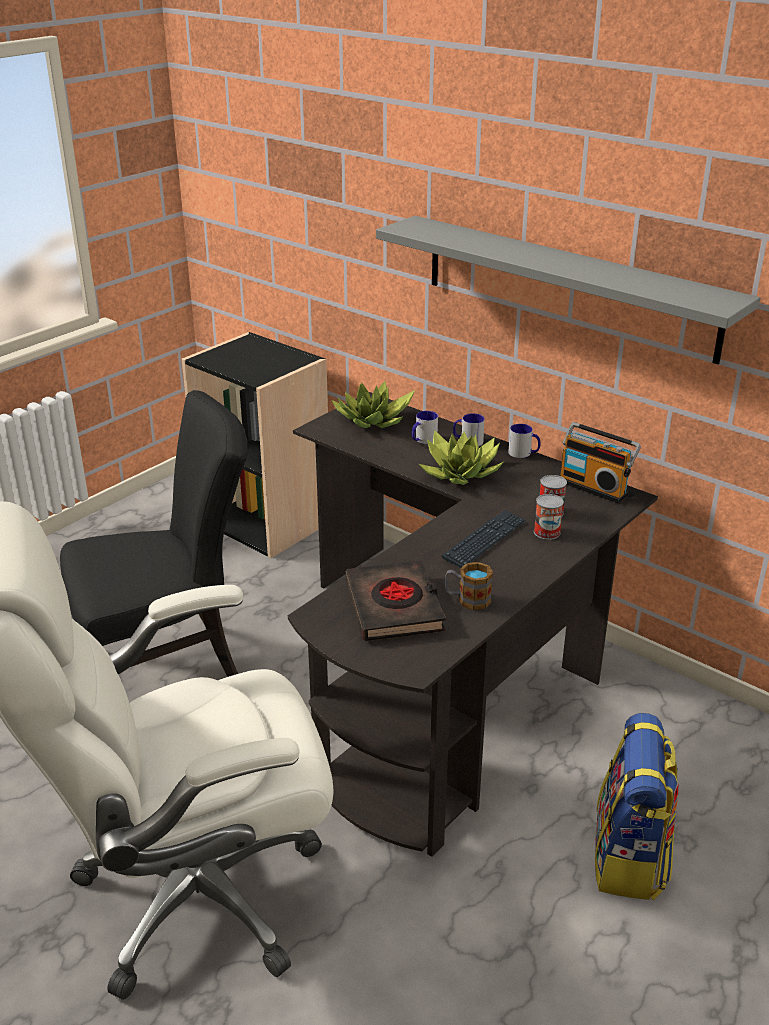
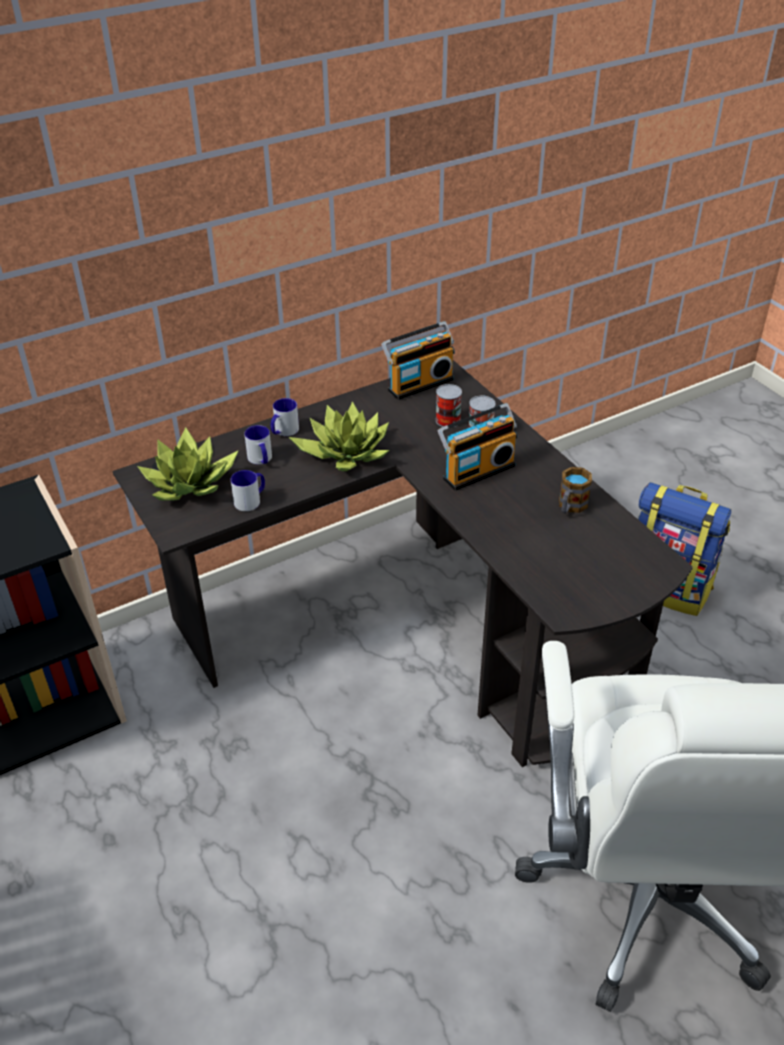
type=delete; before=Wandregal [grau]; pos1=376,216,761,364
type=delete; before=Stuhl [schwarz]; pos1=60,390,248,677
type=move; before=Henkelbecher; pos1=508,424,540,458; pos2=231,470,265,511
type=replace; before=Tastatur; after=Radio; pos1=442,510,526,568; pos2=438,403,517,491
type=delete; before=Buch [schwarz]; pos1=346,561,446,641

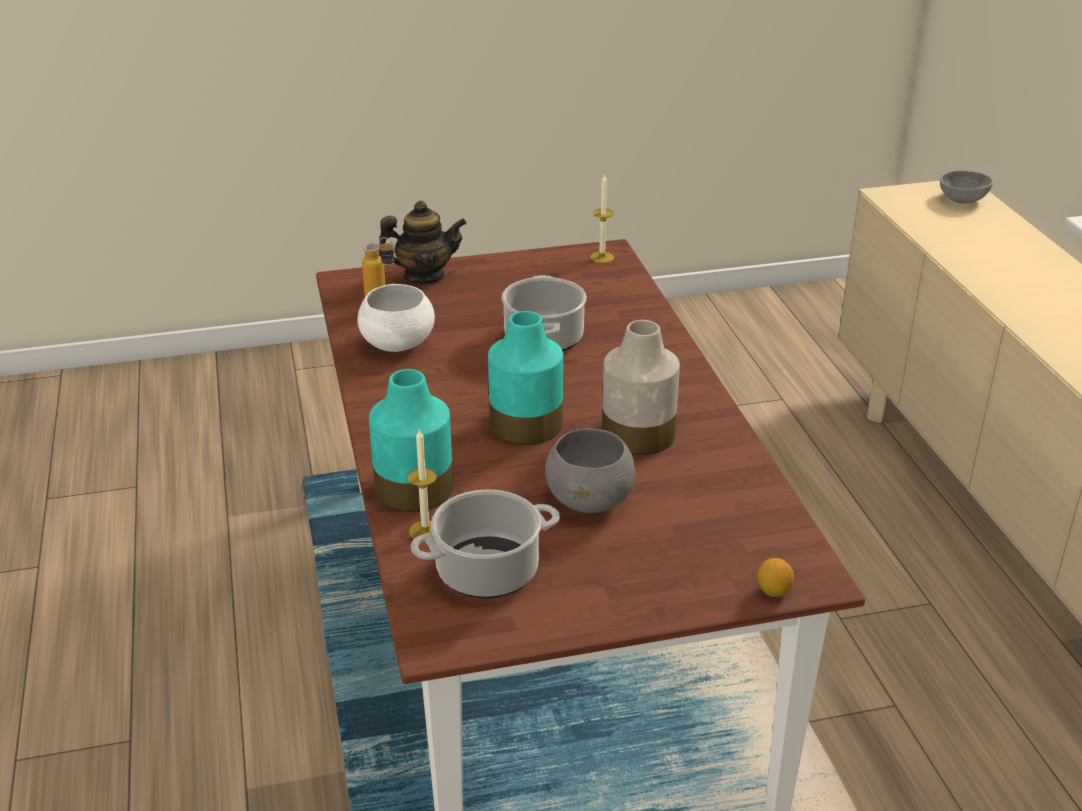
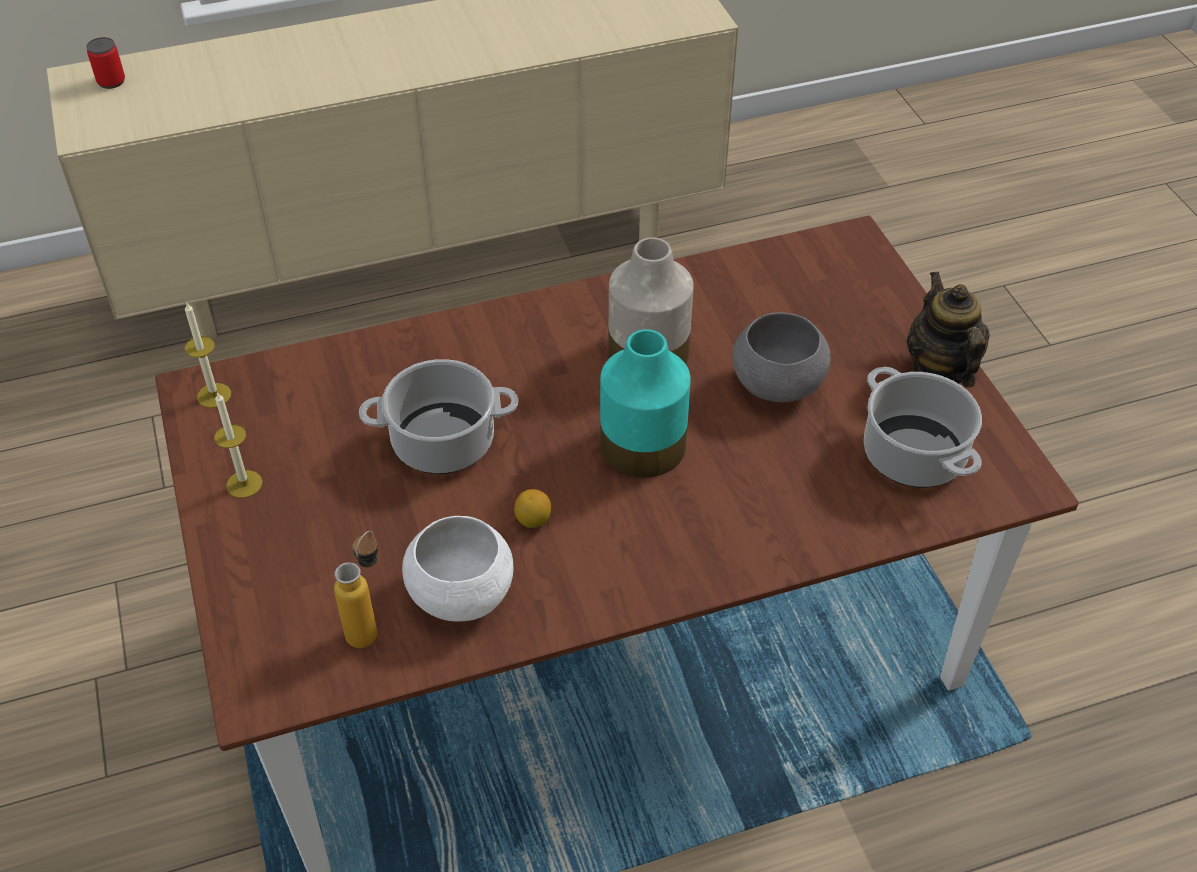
type=replace; before=Schüssel [grau]; after=Dose; pos1=940,170,993,204; pos2=86,37,125,89
type=move; before=Teekanne; pos1=378,200,467,284; pos2=907,271,990,388
type=delete; before=Vase [türkis]; pos1=369,369,453,512
type=move; before=Kerze; pos1=408,428,437,542; pos2=214,392,262,498
type=move; before=Zitrone; pos1=758,558,794,597; pos2=514,489,551,528

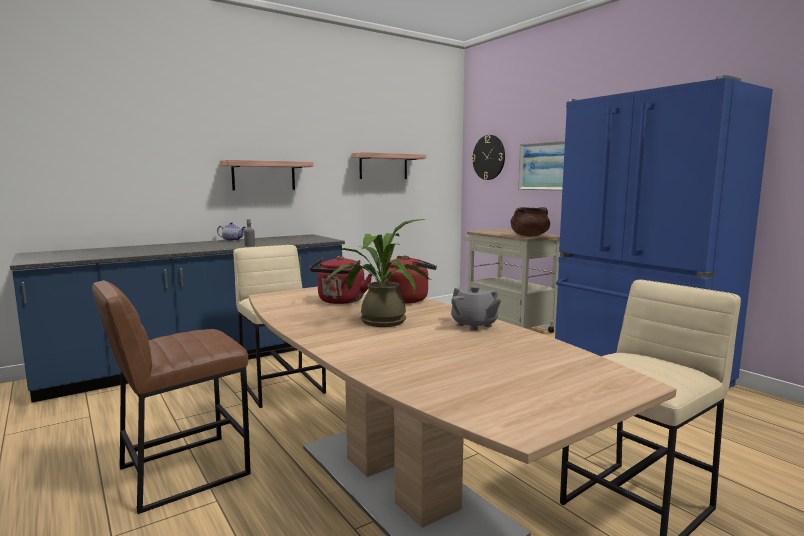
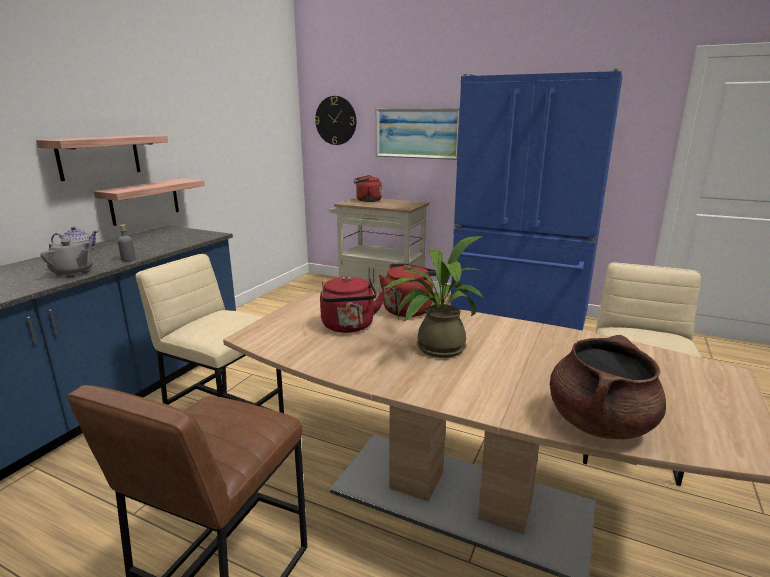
type=move; before=Wandregal; pos1=351,152,426,179; pos2=94,179,205,226
type=move; before=Kochtopf [braun]; pos1=511,207,550,237; pos2=550,335,666,439
type=move; before=Teekanne [grau]; pos1=451,286,501,331; pos2=40,240,93,278
type=insert; after=Wasserkessel [rot]; pos2=354,175,382,202

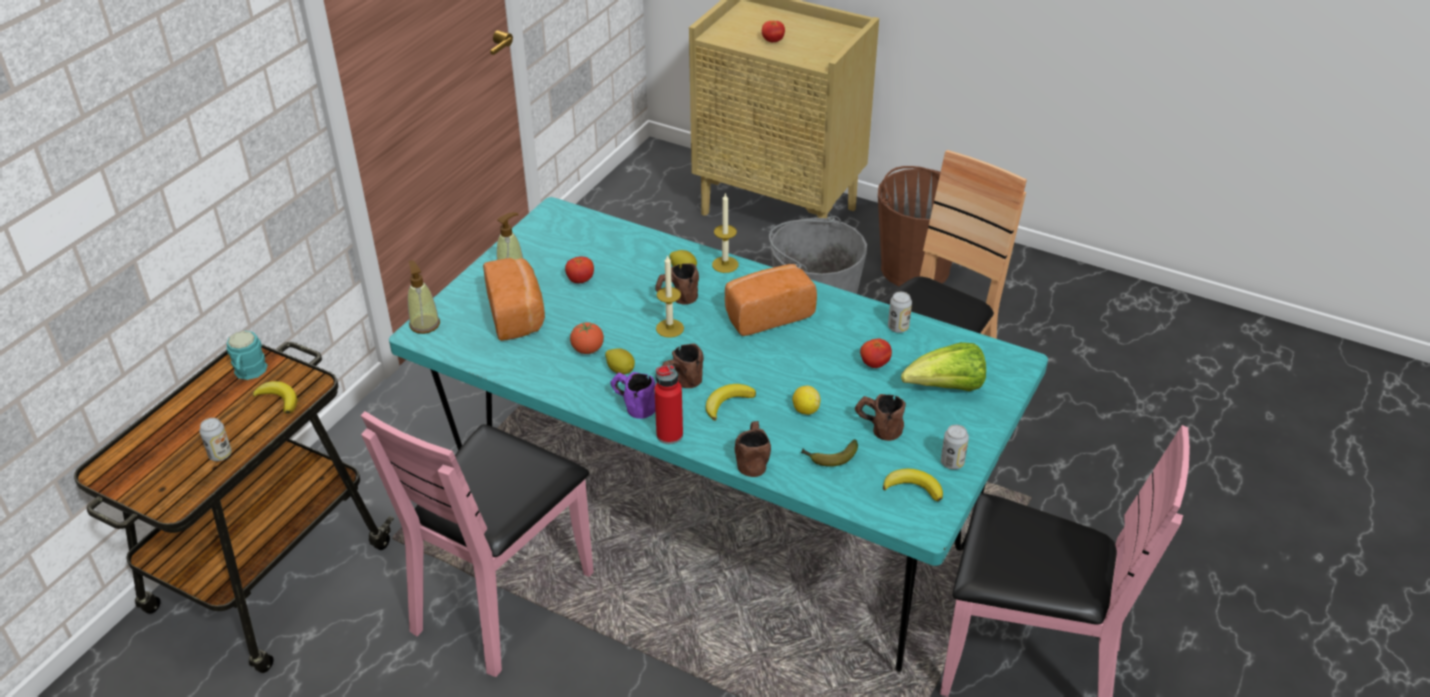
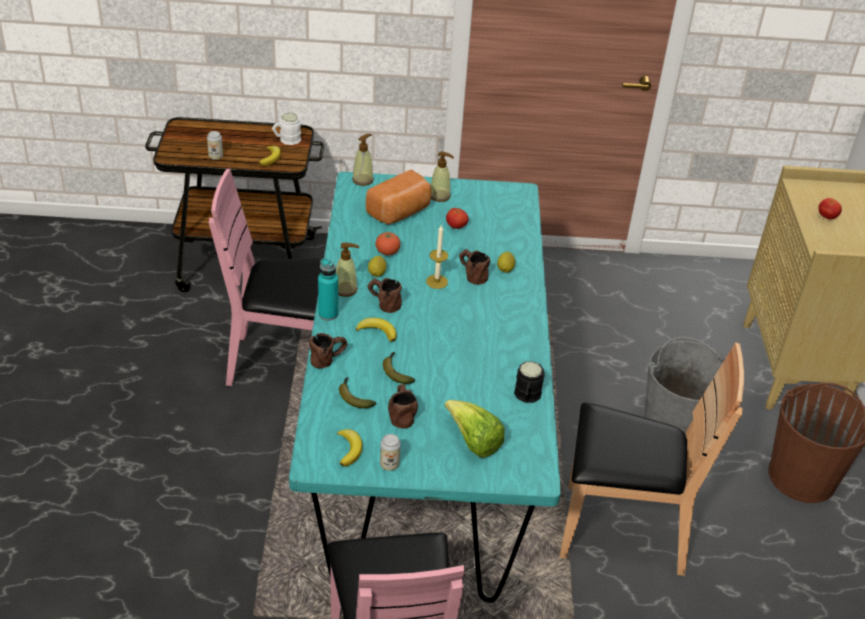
type=delete; before=Kerze; pos1=712,193,738,273
type=delete; before=Brot; pos1=725,264,817,336
type=replace; before=Dose; after=Henkelbecher [schwarz]; pos1=888,292,912,333; pos2=514,361,545,403
type=recolor; before=Henkelbecher [türkis]; after=Henkelbecher [weiß]; pos1=226,331,268,380; pos2=272,113,301,145
type=delete; before=Tomate; pos1=860,338,892,368
type=recolor; before=Flasche [rot]; after=Flasche [türkis]; pos1=654,365,683,444; pos2=318,258,338,321
type=replace; before=Henkelbecher [lila]; after=Seifenspender; pos1=610,372,655,419; pos2=336,243,359,297
type=replace; before=Zitrone; after=Banane; pos1=792,386,820,415; pos2=383,352,415,384

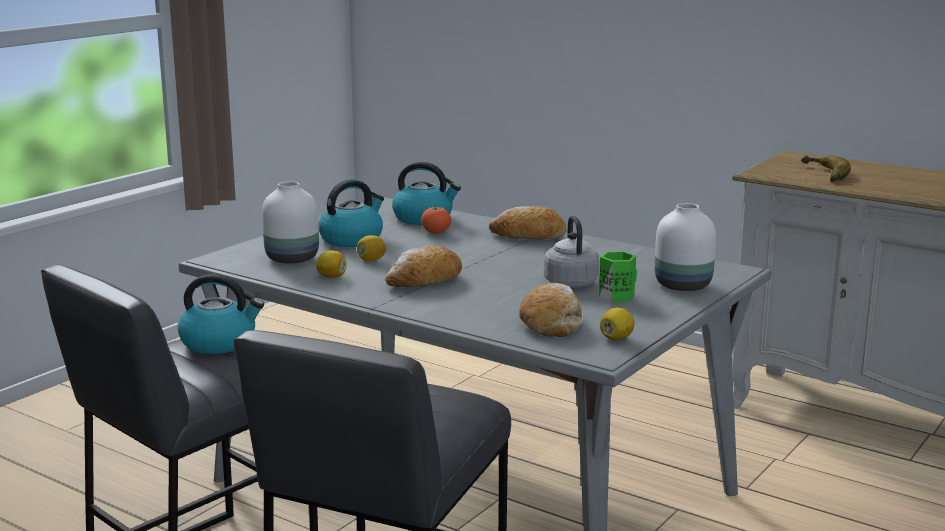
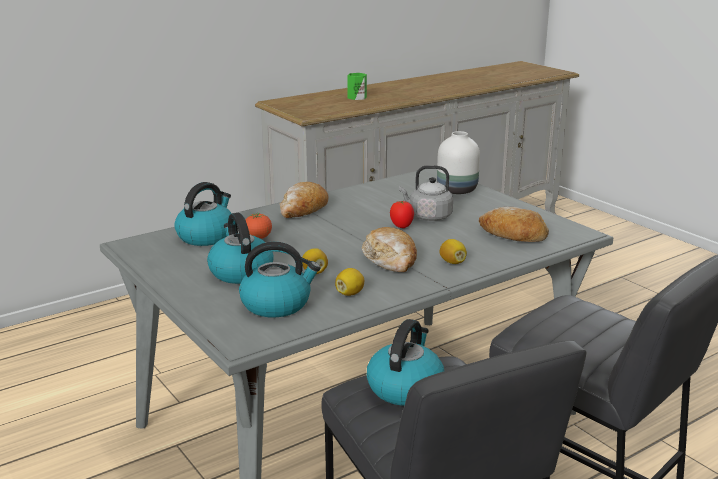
type=delete; before=Banane; pos1=801,156,851,182
type=replace; before=Vase [weiß]; after=Wasserkessel; pos1=262,181,319,263; pos2=239,242,321,318
type=move; before=Henkelbecher [grün]; pos1=599,252,637,302; pos2=347,73,367,100
type=move; before=Zitrone; pos1=600,308,635,340; pos2=439,239,467,264
type=insert; after=Tomate; pos2=390,200,414,228

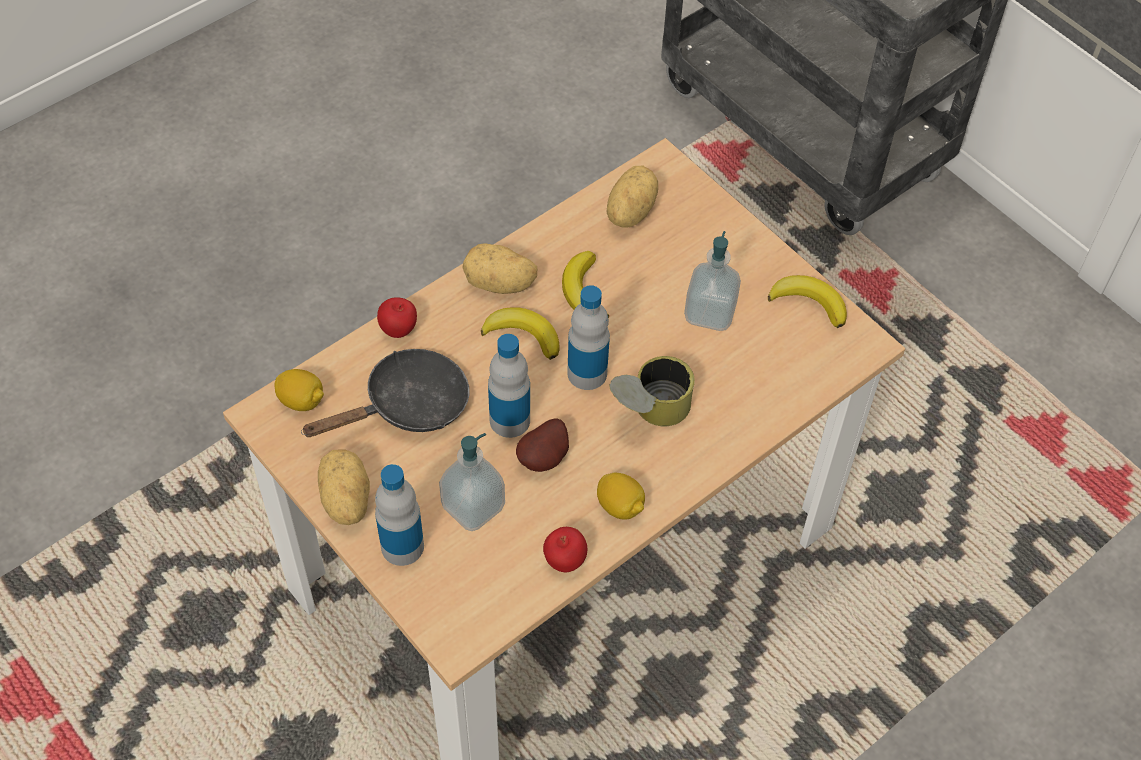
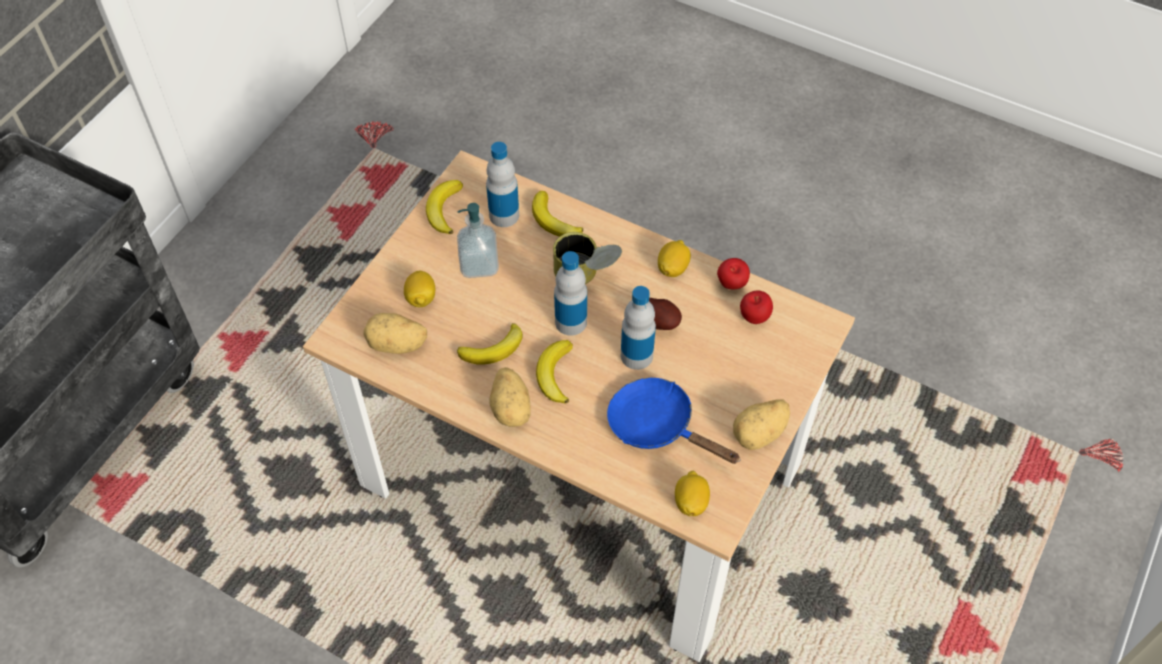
type=move; before=Apfel; pos1=377,297,417,338; pos2=740,290,773,324
type=recolor; before=Pfanne [schwarz]; after=Pfanne [blau]; pos1=301,349,470,437; pos2=607,378,740,464
type=delete; before=Seifenspender; pos1=439,433,505,531
type=move; before=Flasche; pos1=375,464,424,566; pos2=486,142,519,227
type=insert; after=Banane; pos2=532,191,583,237
type=insert; after=Zitrone; pos2=404,270,435,307

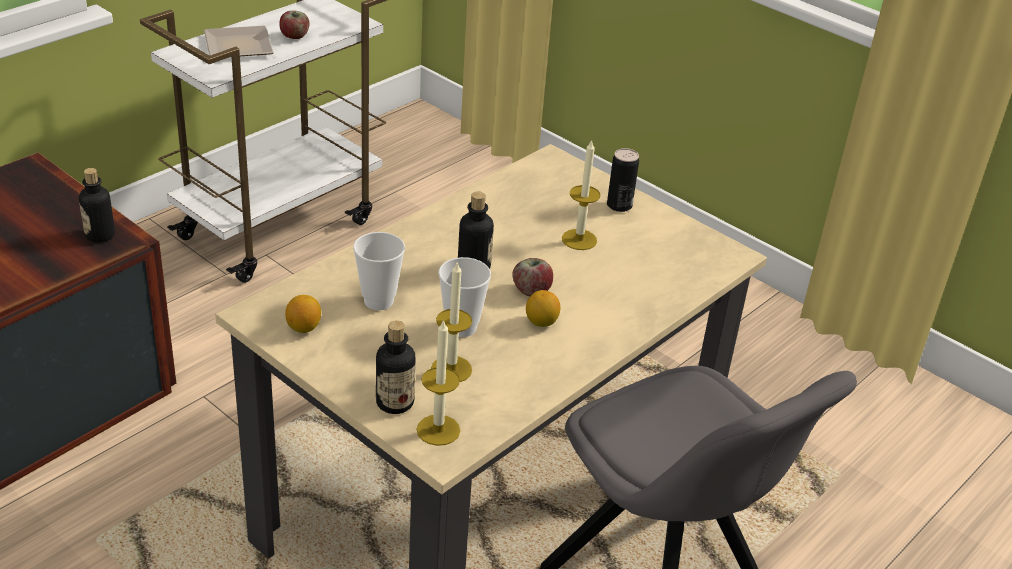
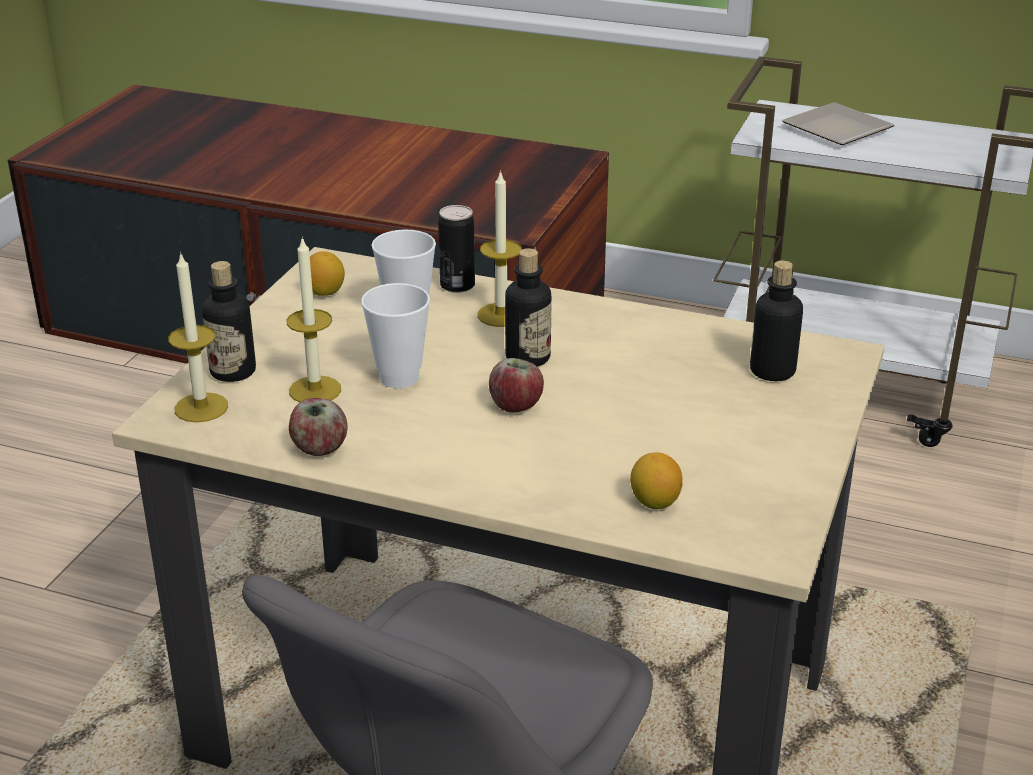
type=move; before=Apfel; pos1=279,10,310,39; pos2=289,398,347,456
type=move; before=Kerze; pos1=562,139,600,250; pos2=478,170,522,327
type=move; before=Dose; pos1=607,148,639,212; pos2=438,205,475,293
type=move; before=Flasche; pos1=79,168,115,243; pos2=750,260,803,381
type=move; before=Zitrone; pos1=526,290,561,327; pos2=630,452,683,509

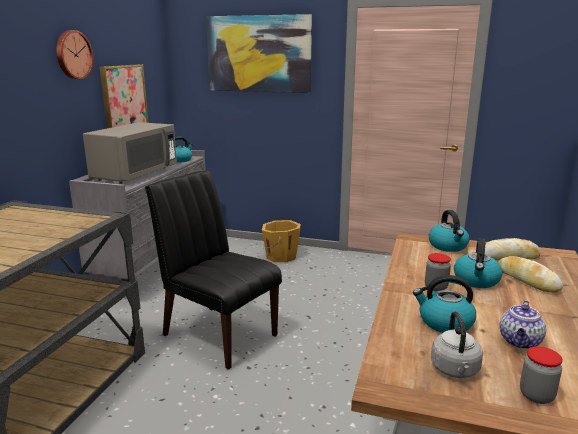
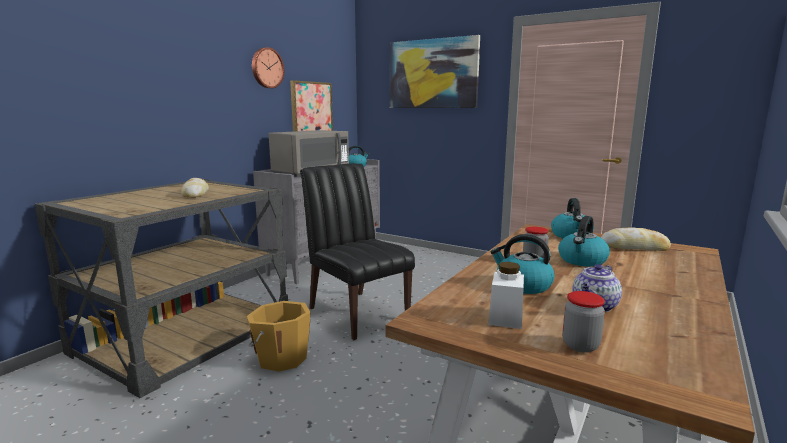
type=move; before=Eimer [orange]; pos1=262,220,301,262; pos2=247,301,311,372
type=move; before=Brot; pos1=498,256,563,293; pos2=181,178,209,198
type=replace; before=Wasserkessel [grau]; after=Vorratsglas [weiß]; pos1=431,311,483,378; pos2=488,262,524,329

